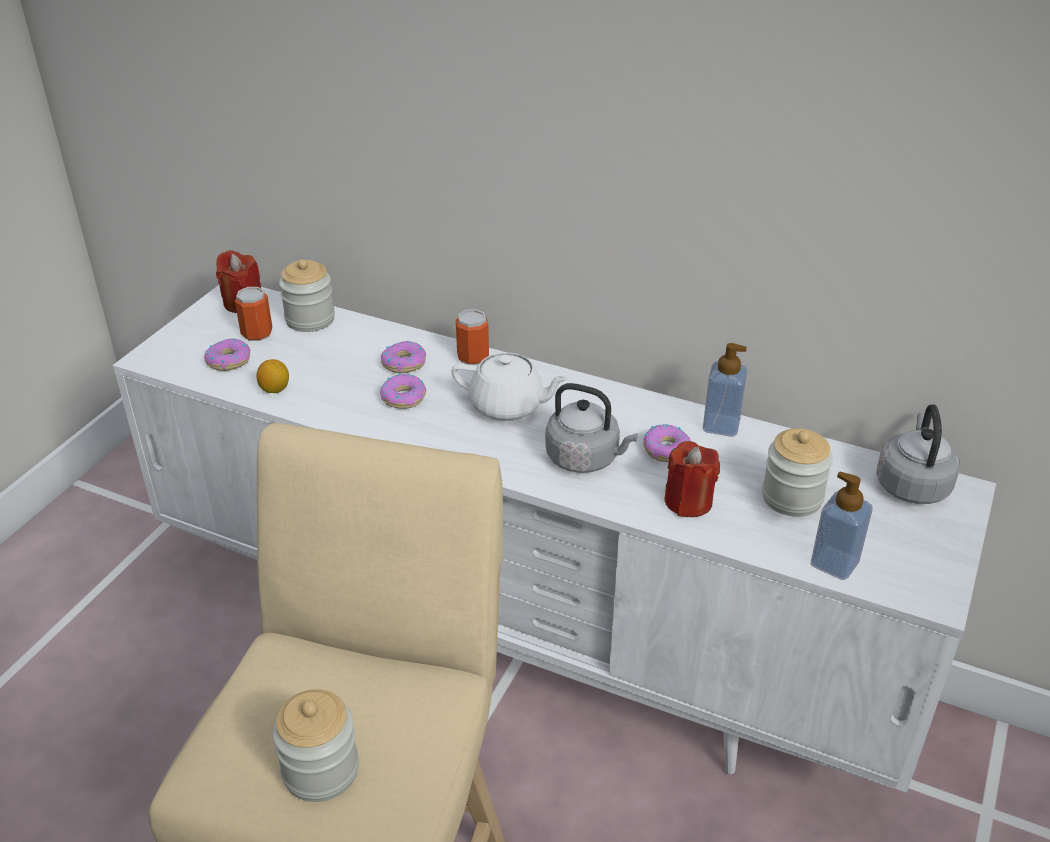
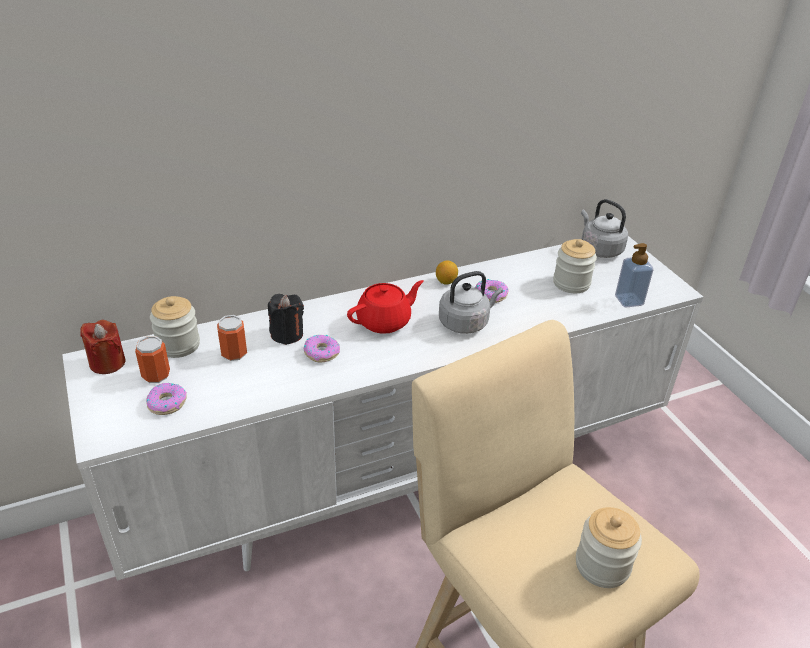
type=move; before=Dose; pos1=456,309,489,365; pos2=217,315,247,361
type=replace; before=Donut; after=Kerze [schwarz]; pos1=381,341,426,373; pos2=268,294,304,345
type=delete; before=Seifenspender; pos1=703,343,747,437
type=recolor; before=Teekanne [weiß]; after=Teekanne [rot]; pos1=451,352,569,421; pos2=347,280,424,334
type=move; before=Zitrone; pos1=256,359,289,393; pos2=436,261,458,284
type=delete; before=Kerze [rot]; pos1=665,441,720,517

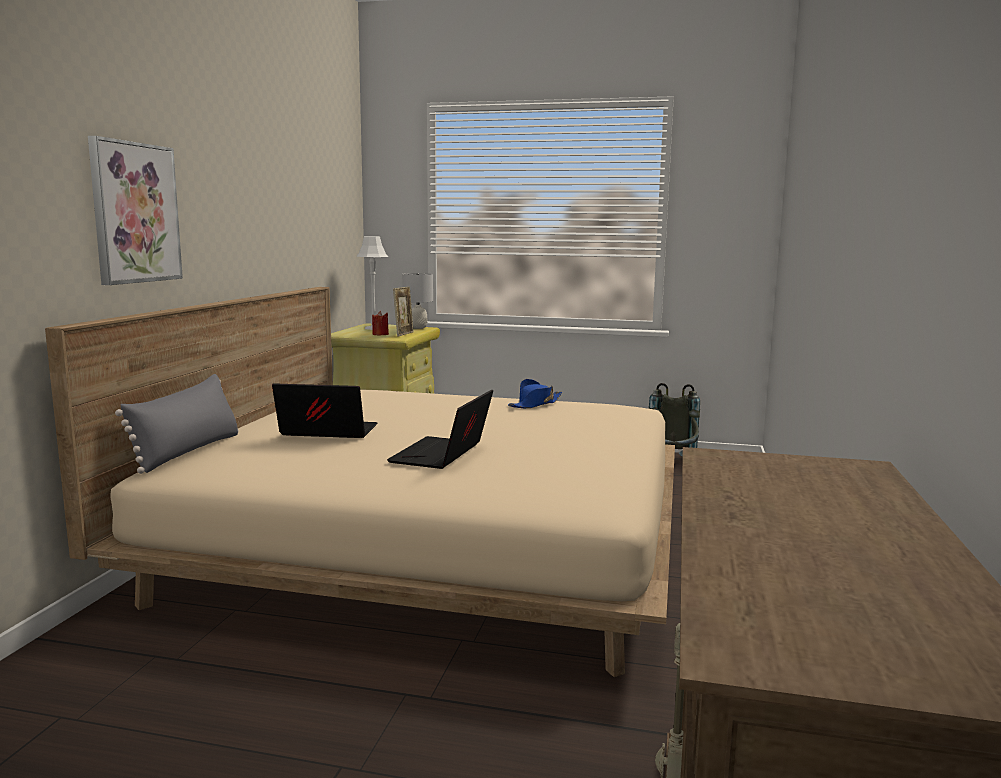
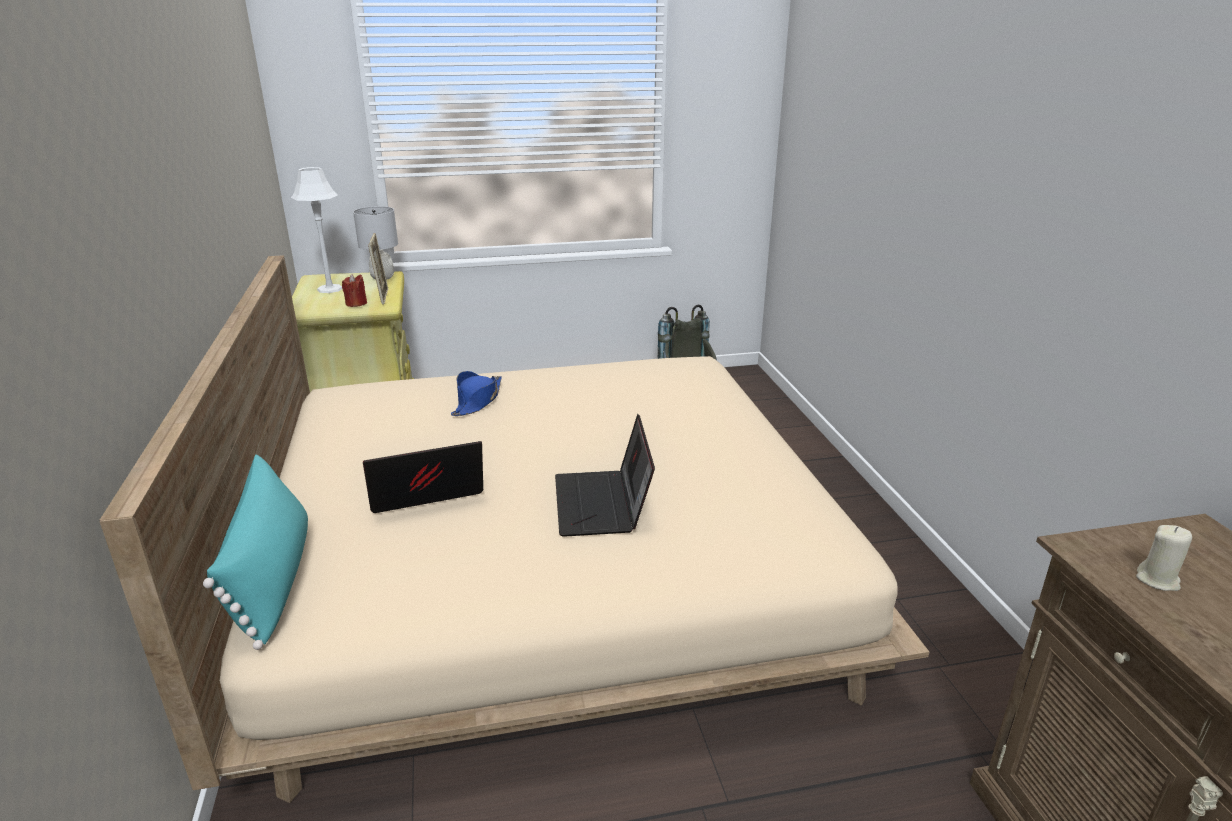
type=delete; before=Bild; pos1=88,136,183,285
type=recolor; before=Kissen [grau]; after=Kissen [türkis]; pos1=115,374,239,474; pos2=203,455,308,650
type=move; before=Hut [blau]; pos1=508,379,562,408; pos2=451,371,502,416
type=insert; after=Kerze [beige]; pos2=1136,525,1192,591

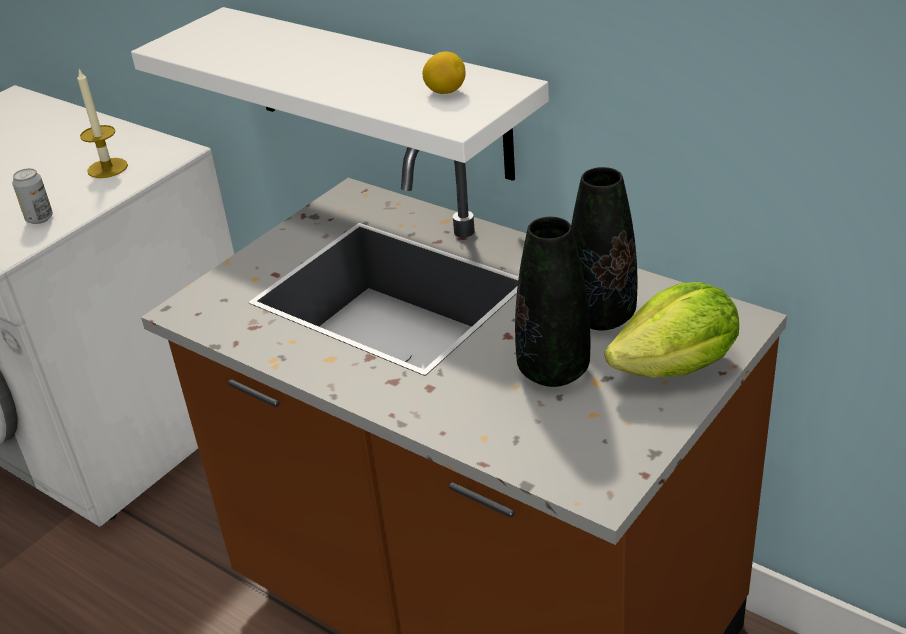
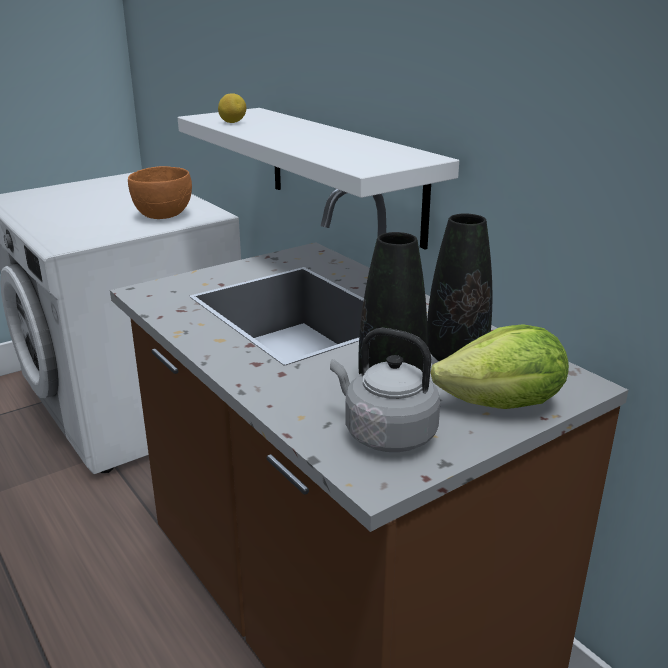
type=move; before=Zitrone; pos1=423,51,465,94; pos2=218,93,246,123
type=replace; before=Kerze; after=Schüssel [orange]; pos1=77,69,128,178; pos2=128,166,192,219
type=delete; before=Dose; pos1=12,168,53,224
type=insert; after=Wasserkessel [grau]; pos2=330,328,440,452

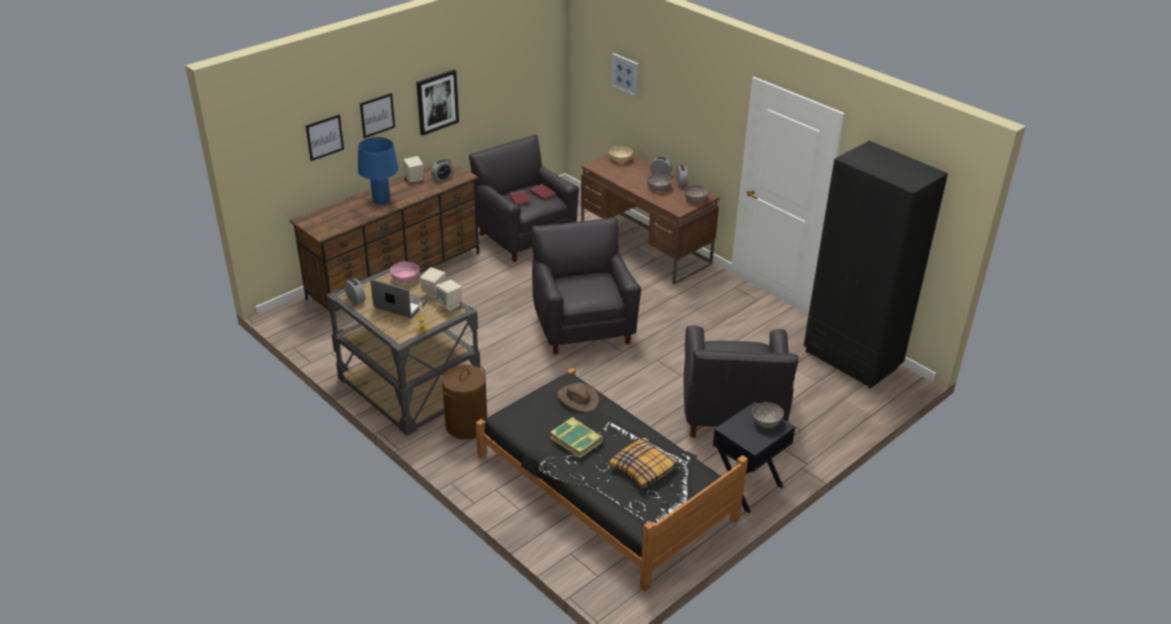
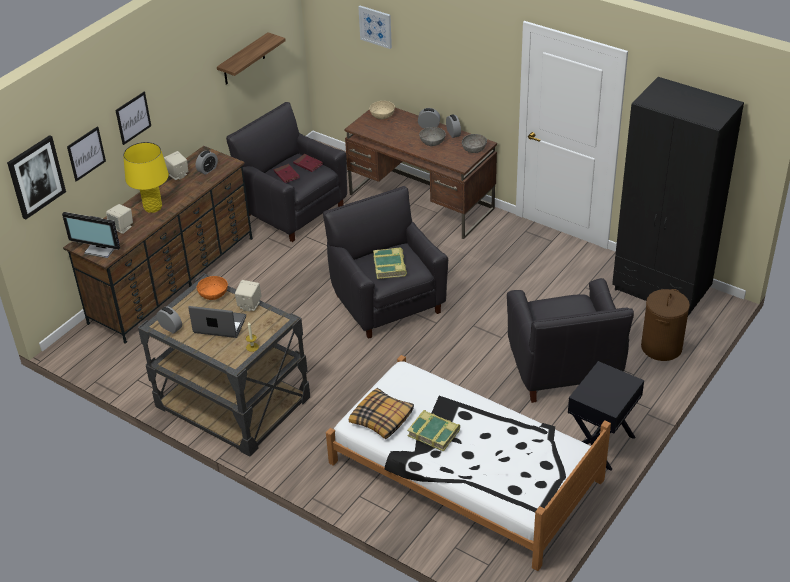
type=move; before=Bild; pos1=416,70,459,136; pos2=7,135,66,220
type=recolor; before=Tischlampe [blau]; after=Tischlampe [gelb]; pos1=358,137,399,205; pos2=123,142,169,213
type=recolor; before=Schüssel [rosa]; after=Schüssel [orange]; pos1=390,262,420,283; pos2=197,276,228,300
type=move; before=Lautsprecher [beige]; pos1=436,280,462,311; pos2=106,204,133,234
type=move; before=Wäschekorb [braun]; pos1=442,365,487,439; pos2=641,289,690,361
type=recolor; before=Bett [schwarz]; after=Bett [weiß]; pos1=476,368,748,592; pos2=326,355,611,571
type=delete; before=Hut [braun]; pos1=557,383,600,412
type=delete; before=Schüssel [grau]; pos1=752,402,784,428
type=move; before=Kissen; pos1=609,437,679,489; pos2=349,388,414,439
type=insert; after=Wandregal; pos2=217,32,286,85
type=insert; after=Monitor; pos2=62,212,120,258
type=insert; after=Buch; pos2=373,247,407,279

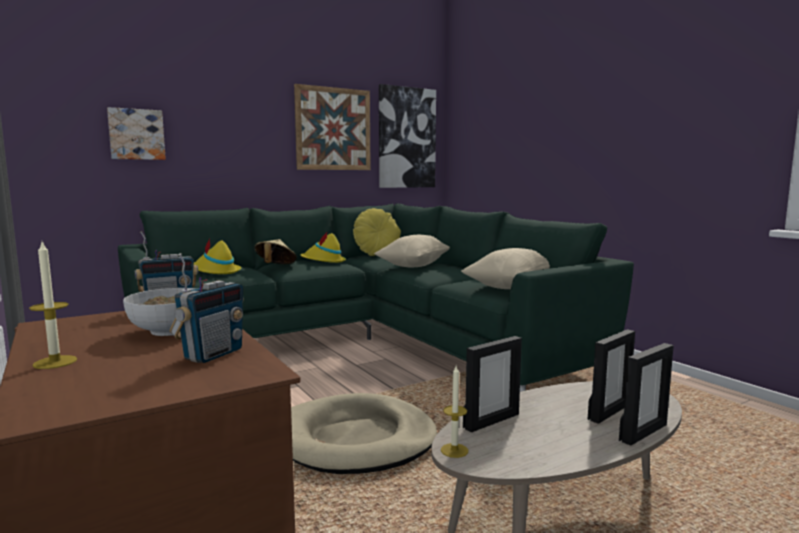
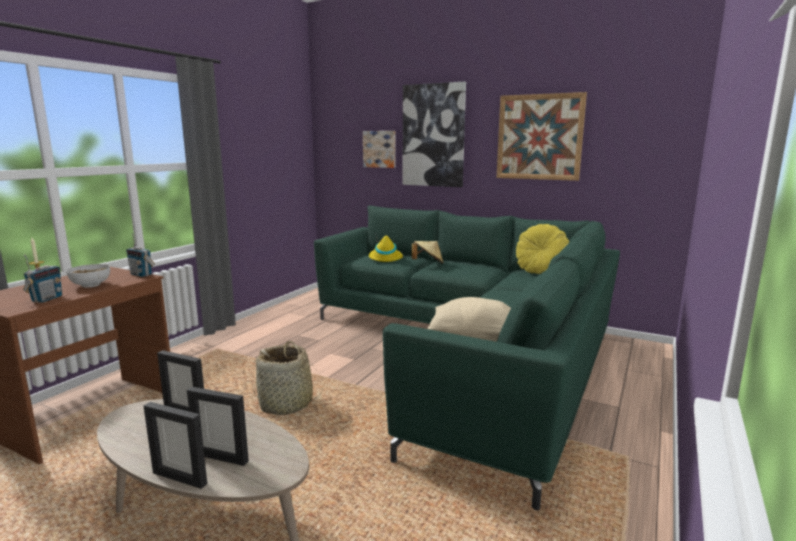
type=move; before=Bild; pos1=379,84,436,188; pos2=403,82,466,187
type=delete; before=Hut [gelb]; pos1=300,231,346,263
type=delete; before=Kissen [beige]; pos1=374,235,450,267
type=rotate; before=Radio; pos1=170,253,244,363; pos2=23,255,62,303; turn=-75
type=delete; before=Kerze; pos1=441,366,468,458
type=replace; before=Hundebett [beige]; after=Korb; pos1=291,393,437,474; pos2=253,341,323,415

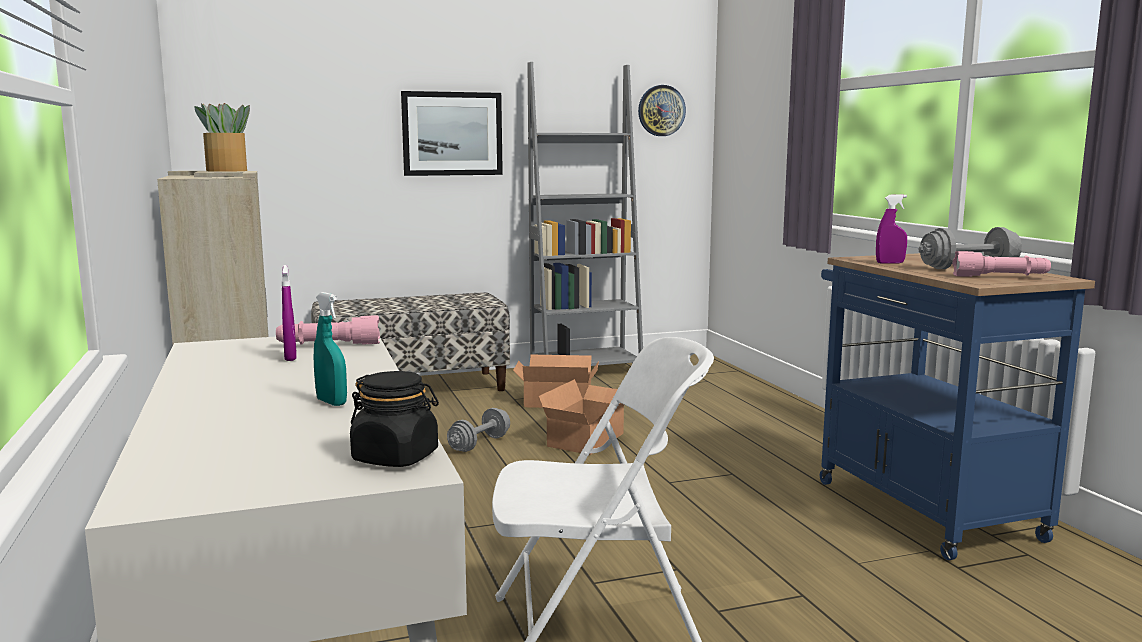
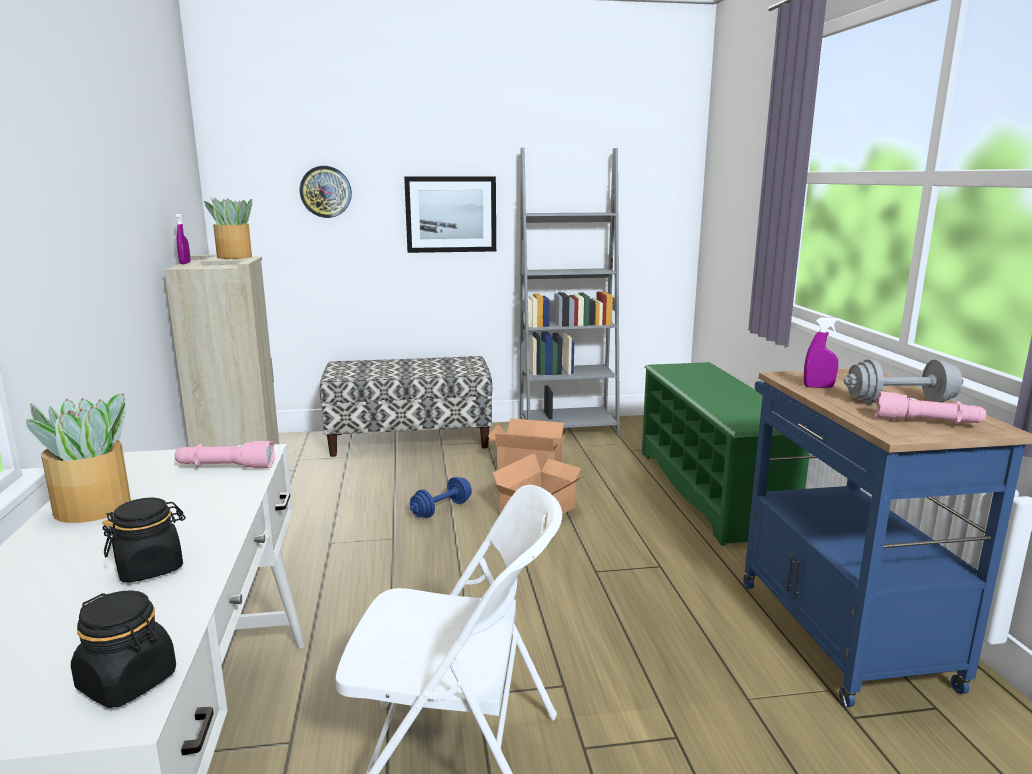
type=move; before=Wanduhr; pos1=638,85,686,136; pos2=300,166,352,218
type=move; before=Sprühflasche [lila]; pos1=282,265,296,361; pos2=176,213,191,264
type=replace; before=Sprühflasche [türkis]; after=Vorratsglas [schwarz]; pos1=314,292,347,406; pos2=102,498,186,583
type=recolor; before=Hantel [grau]; after=Hantel [blau]; pos1=447,408,510,452; pos2=410,477,472,518
type=insert; after=Schuhregal [grün]; pos2=642,362,810,546
type=insert; after=Topfpflanze; pos2=26,393,131,523

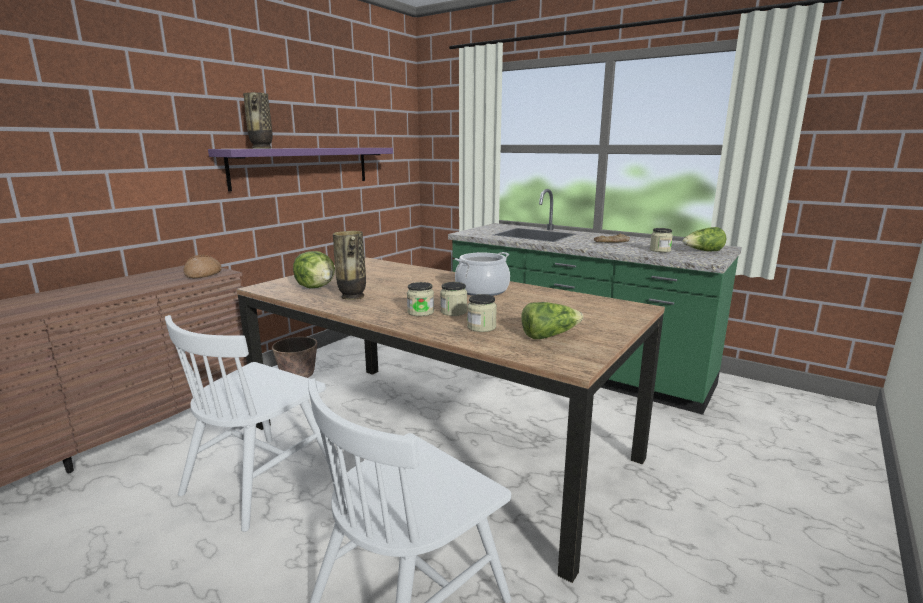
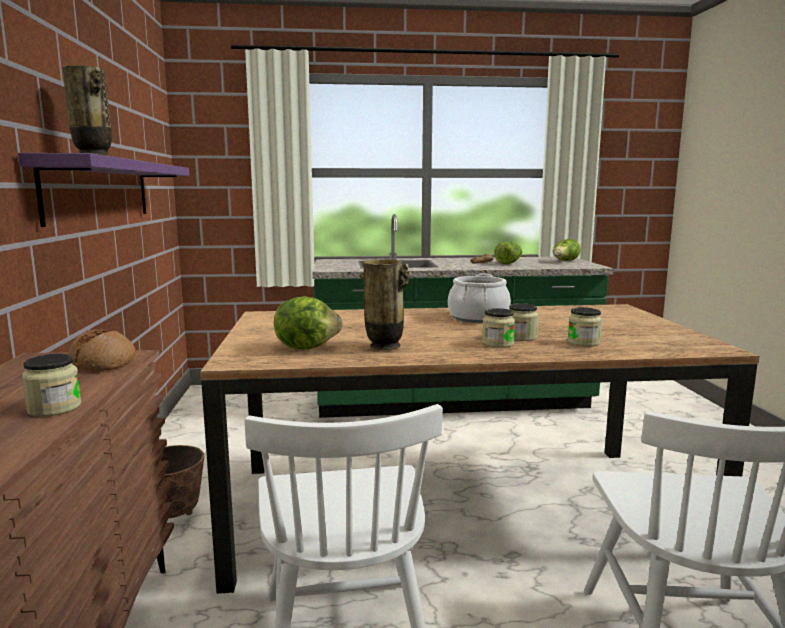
type=move; before=Vorratsglas; pos1=650,228,673,252; pos2=22,354,81,417
type=move; before=Salatkopf; pos1=521,302,583,339; pos2=494,242,522,264

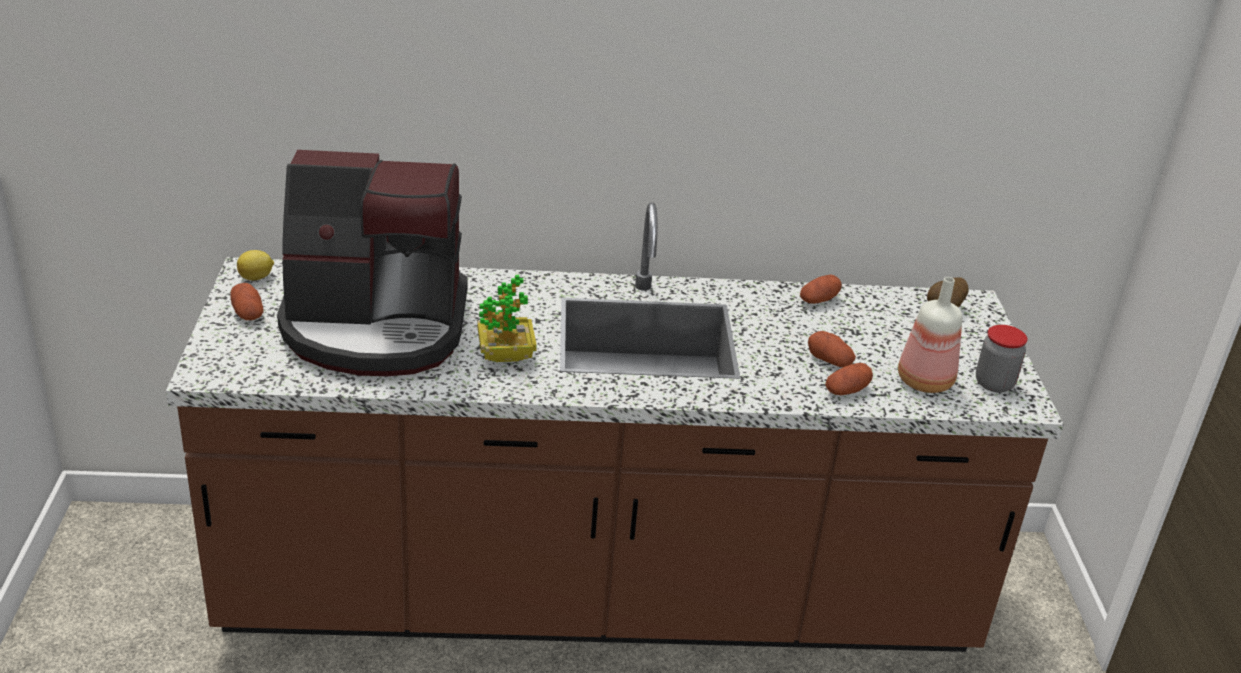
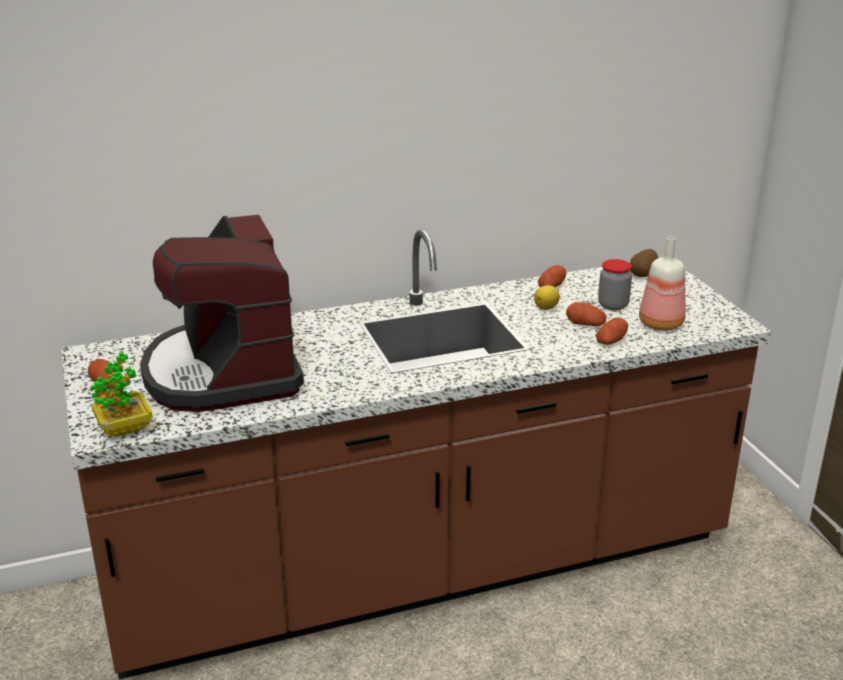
type=rotate; before=Kaffeemaschine; pos1=277,150,468,376; pos2=140,215,304,412; turn=90
type=move; before=Zitrone; pos1=237,250,274,280; pos2=534,285,560,310
type=move; before=Topfpflanze; pos1=477,275,537,362; pos2=91,352,153,437
type=move; before=Vorratsglas; pos1=976,325,1028,393; pos2=598,259,632,310

